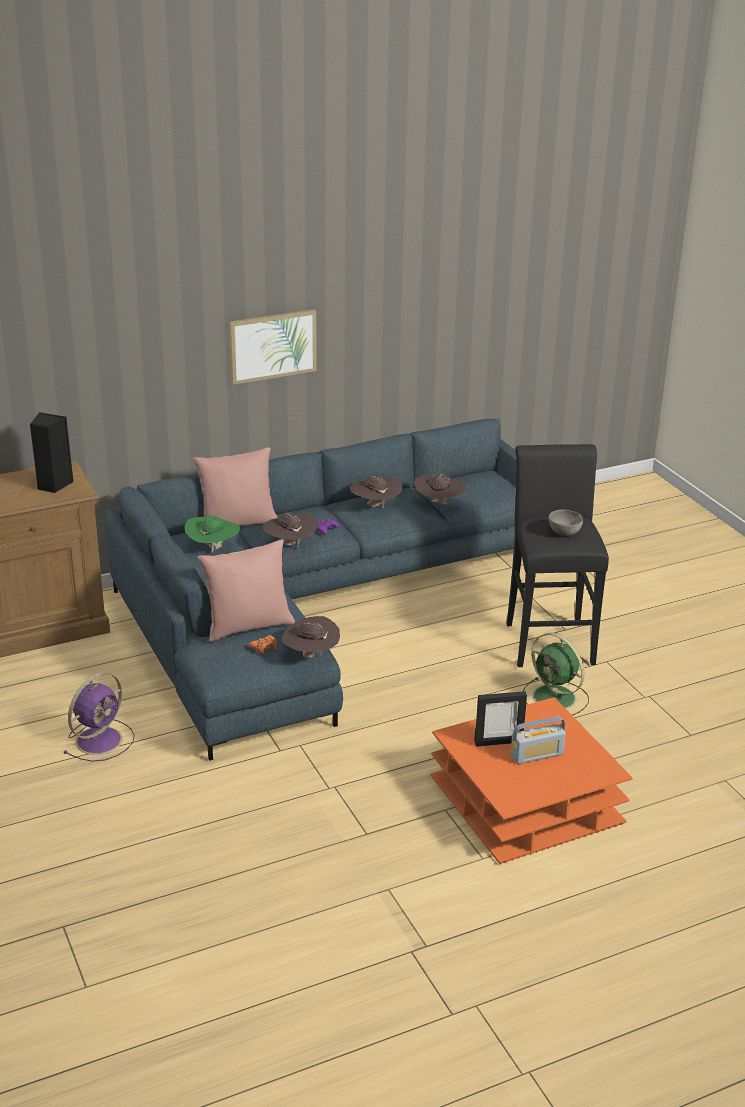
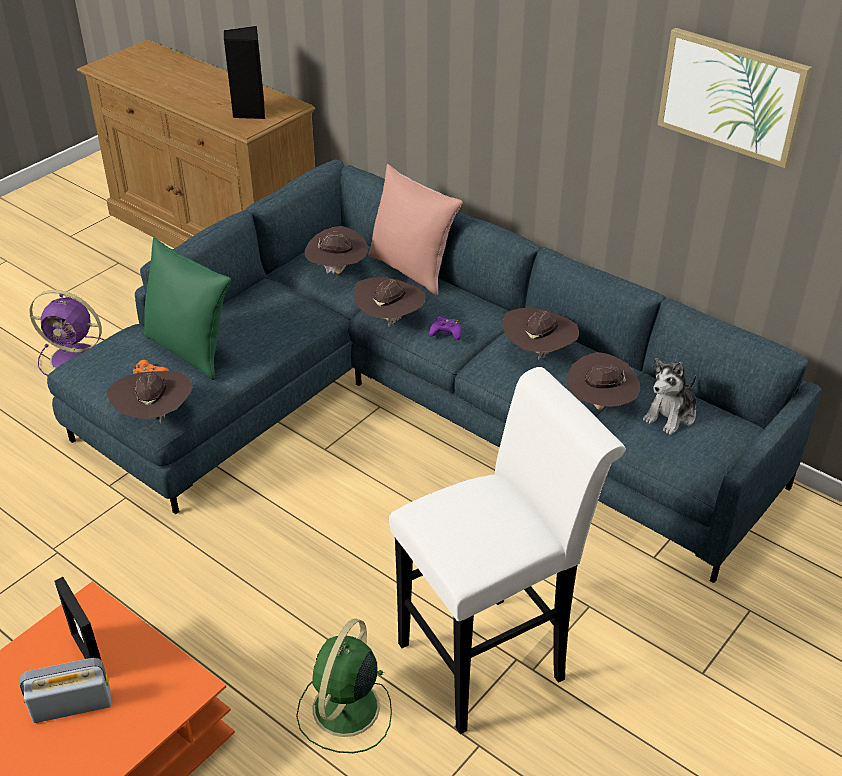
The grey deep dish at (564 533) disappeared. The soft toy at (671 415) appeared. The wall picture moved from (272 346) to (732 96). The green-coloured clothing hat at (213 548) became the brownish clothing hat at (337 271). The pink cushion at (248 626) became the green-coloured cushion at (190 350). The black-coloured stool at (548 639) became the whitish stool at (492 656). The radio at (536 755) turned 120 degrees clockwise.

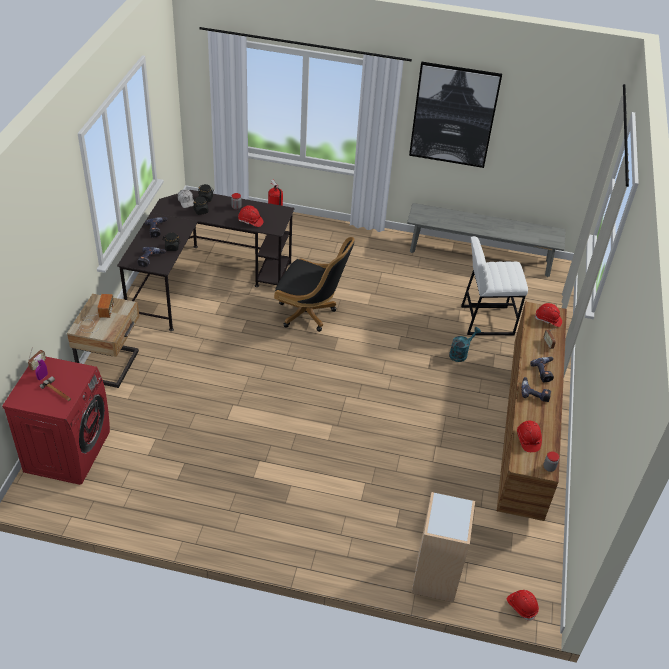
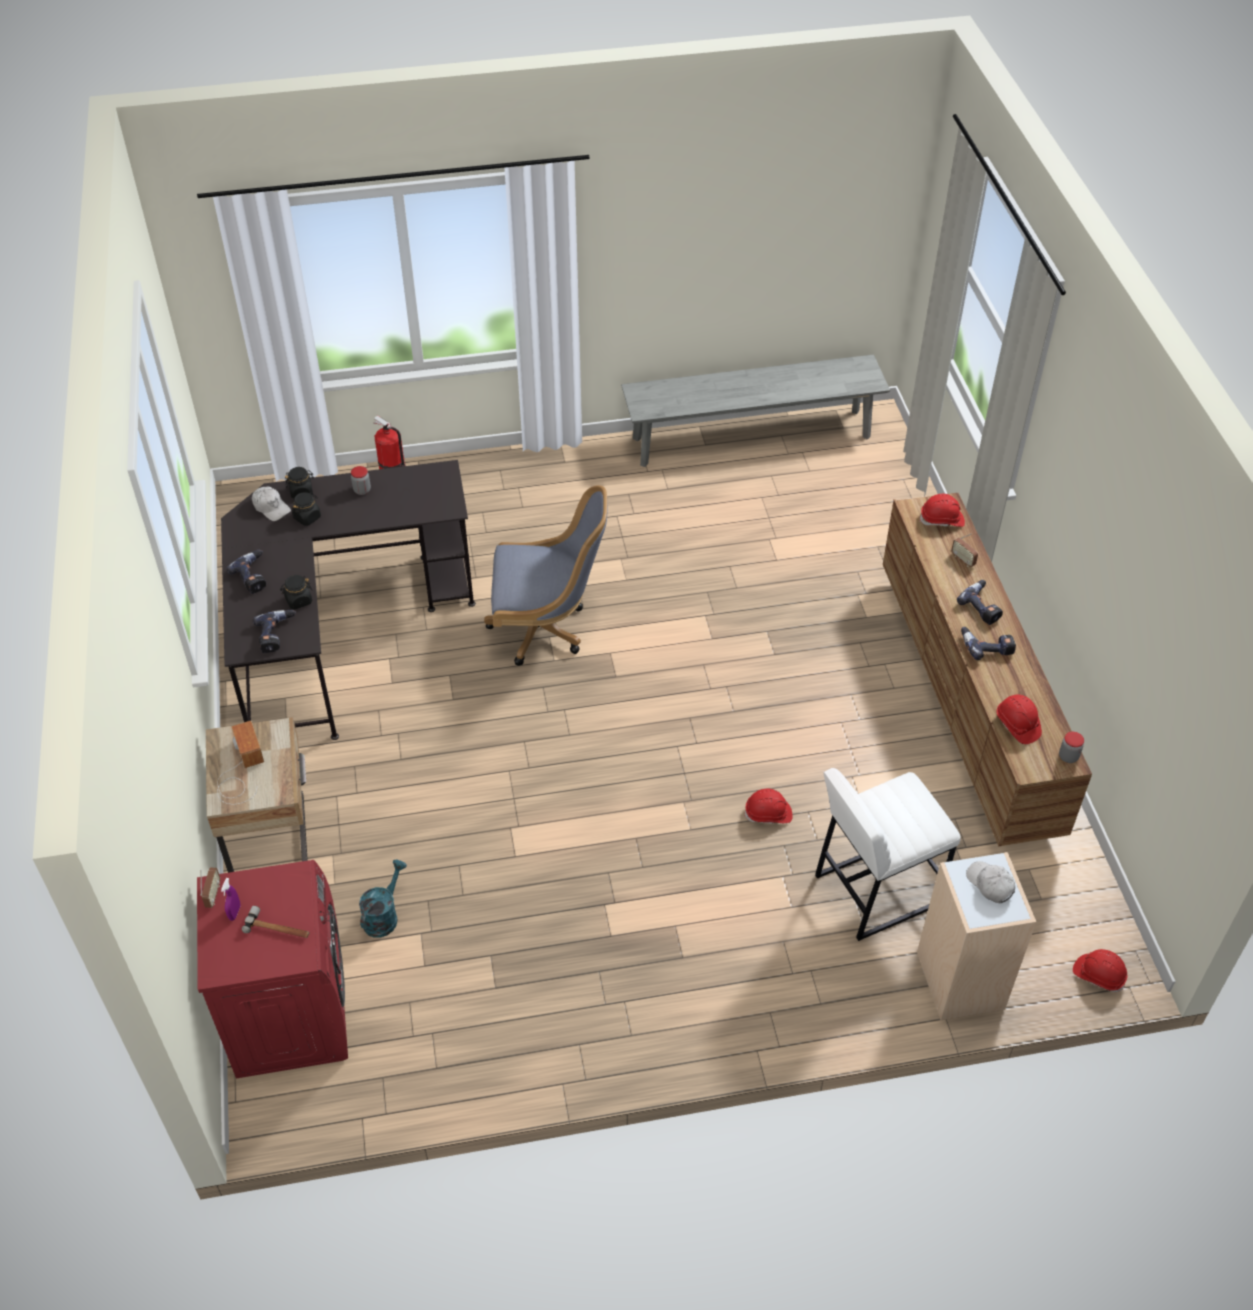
The wall picture at (453 115) disappeared. The whitish baseball cap at (990 884) appeared. The red work helmet moved from (250 221) to (768 814). The turquoise watering pot moved from (460 353) to (383 916). The whitish stool moved from (485 320) to (873 891). The black-coloured office chair at (311 315) became the blue office chair at (547 629).

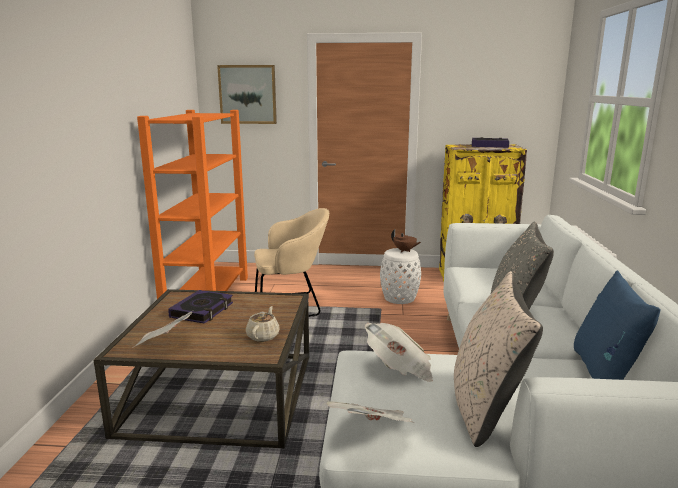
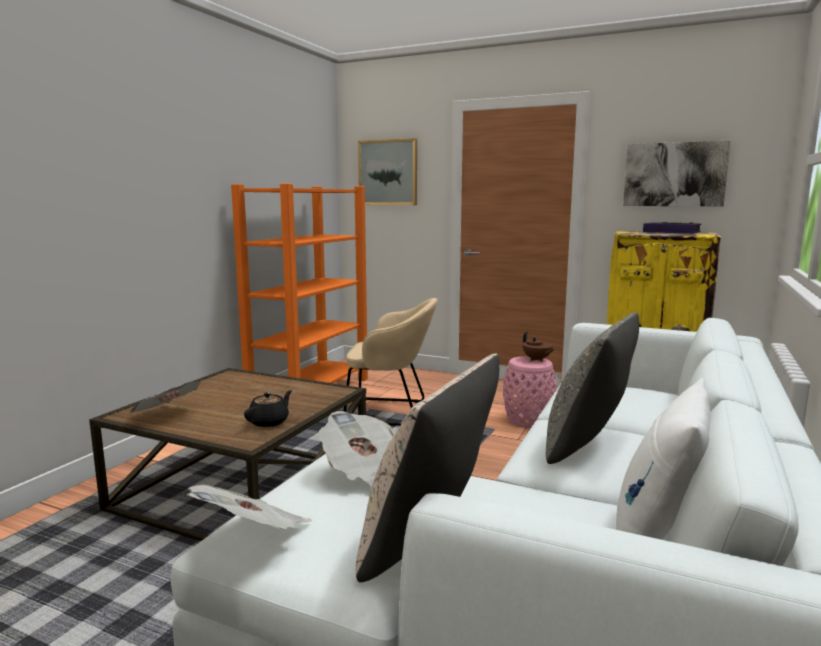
The volume at (202 310) disappeared. The wall picture at (674 174) appeared. The sand-coloured tea pot at (263 336) became the black-coloured tea pot at (269 422). The whitish stool at (399 298) became the pink stool at (527 420). The blue cushion at (604 375) became the whitish cushion at (657 535).

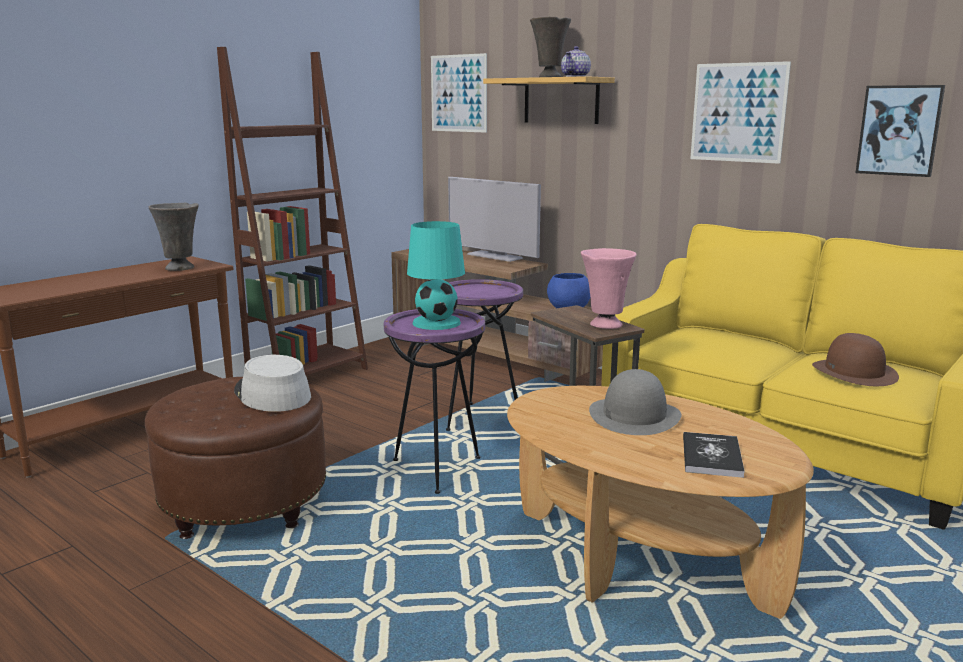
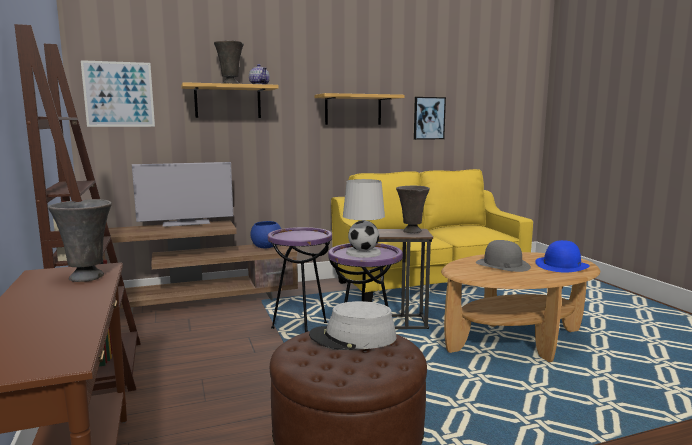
The brownish clothing hat at (854 372) disappeared. The volume at (711 456) was replaced by the blue clothing hat at (561 265). The wall picture at (738 112) was replaced by the bracket shelf at (353 110). The turquoise lamp for a table at (436 322) became the whitish lamp for a table at (363 252). The pink flower vase at (604 325) became the grey flower vase at (411 231).

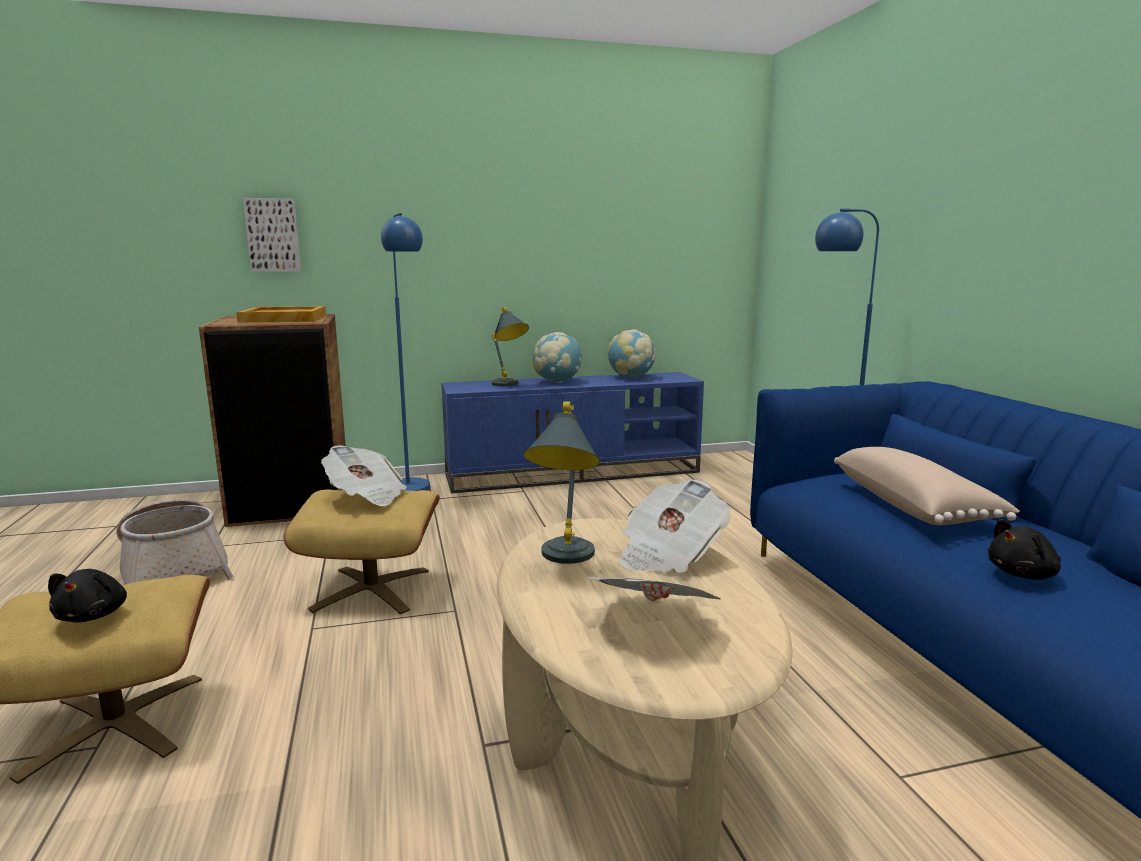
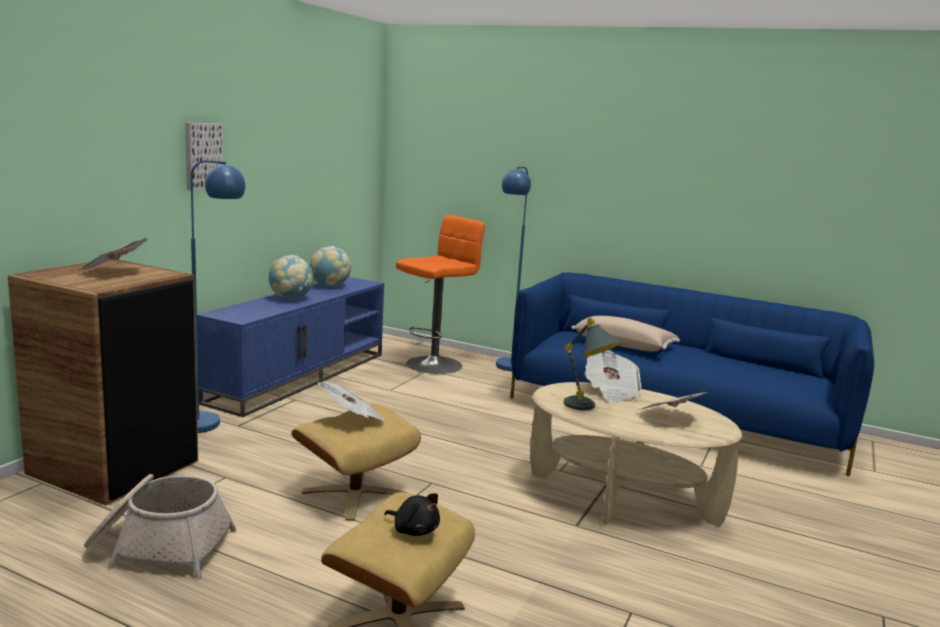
The grey lamp for a table at (509 385) disappeared. The black-coloured soft toy at (1023 574) disappeared. The orange stool at (435 365) appeared. The wall picture moved from (273 235) to (202 156). The sand-coloured serving tray at (283 318) was replaced by the daily paper at (114 272).

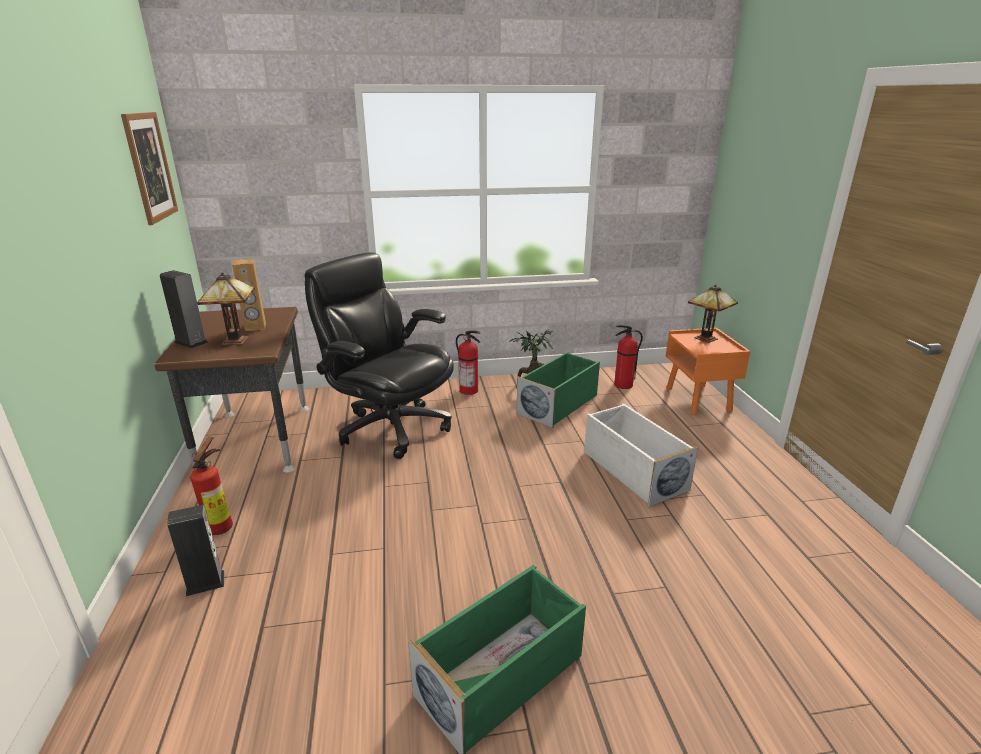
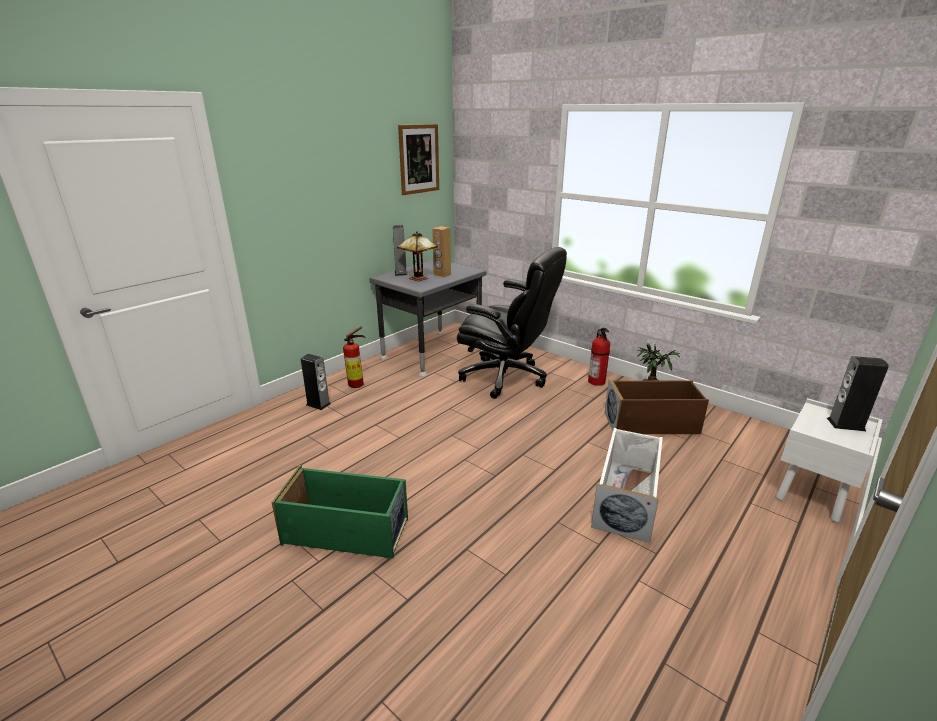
The extinguisher at (622 385) disappeared. The lamp for a table at (707 339) was replaced by the speaker at (846 424). The brownish desk unit at (255 439) became the grey desk unit at (432 351). The green-coloured storage container at (558 404) became the brownish storage container at (651 423). The orange night table at (698 400) became the whitish night table at (813 492). The black-coloured office chair at (391 427) turned 120 degrees clockwise.

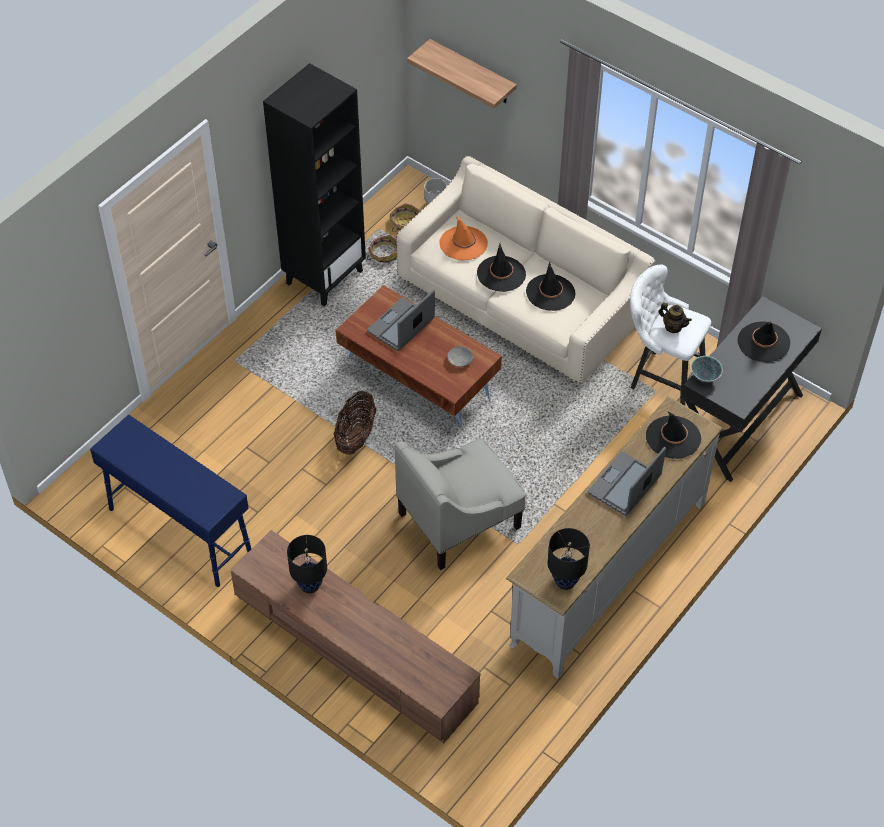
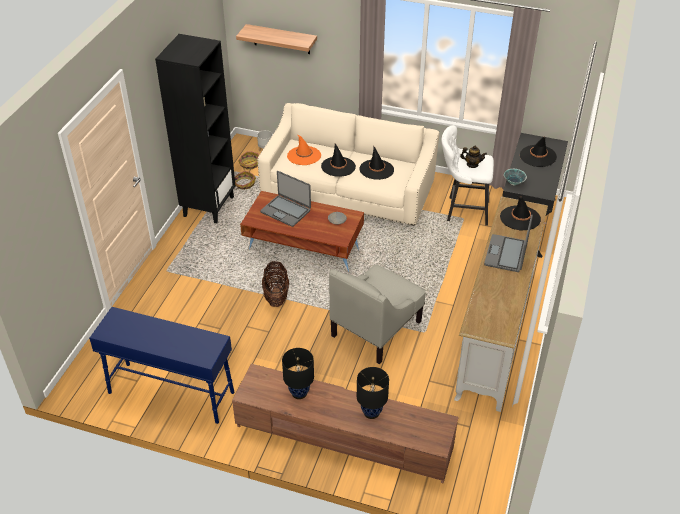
The black-coloured lamp for a table moved from (565 581) to (371 412). The portable computer at (401 326) turned 75 degrees counterclockwise.

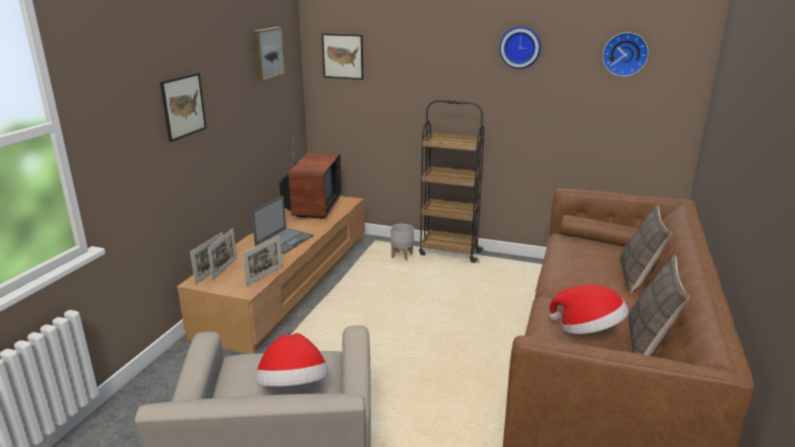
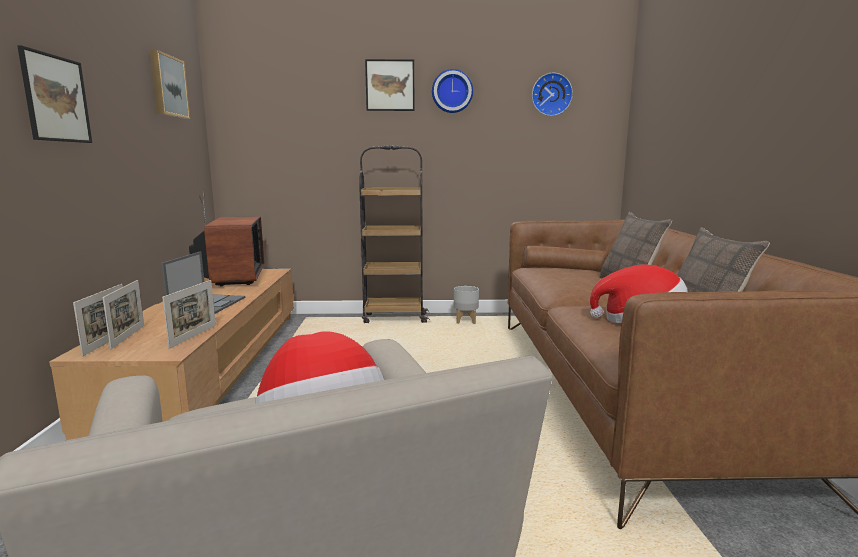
The wall picture moved from (343 56) to (390 85). The grey plant pot moved from (402 256) to (465 321).

